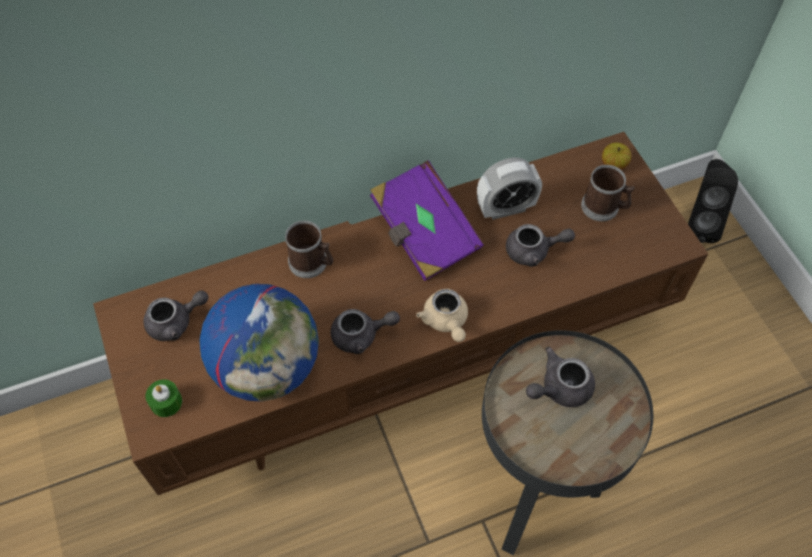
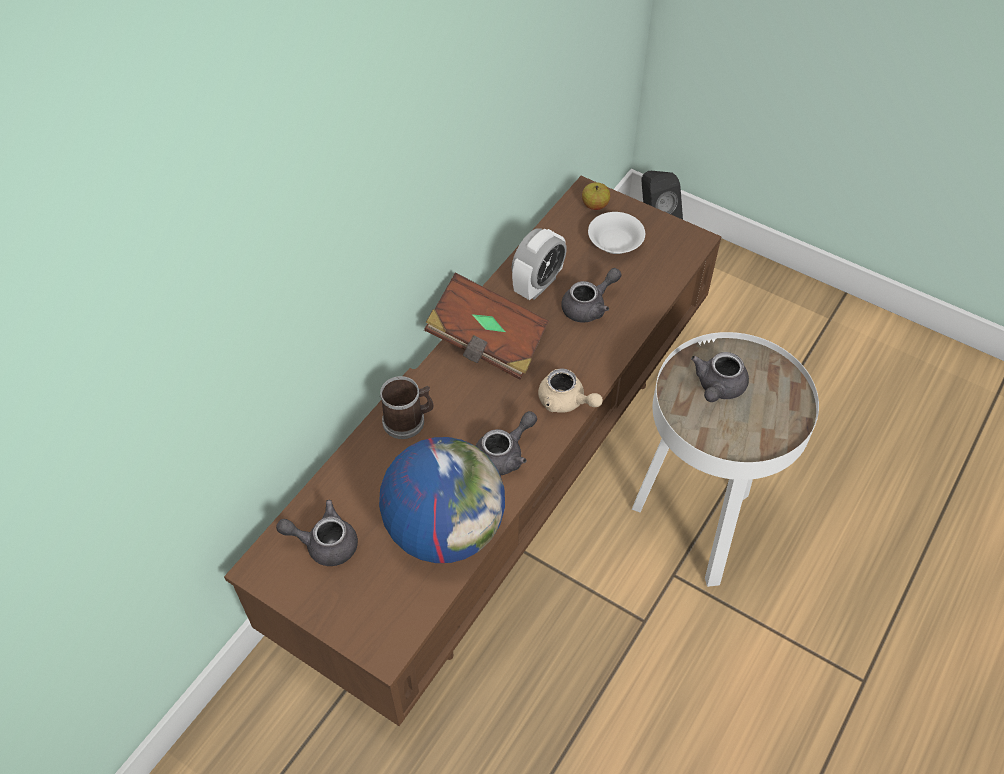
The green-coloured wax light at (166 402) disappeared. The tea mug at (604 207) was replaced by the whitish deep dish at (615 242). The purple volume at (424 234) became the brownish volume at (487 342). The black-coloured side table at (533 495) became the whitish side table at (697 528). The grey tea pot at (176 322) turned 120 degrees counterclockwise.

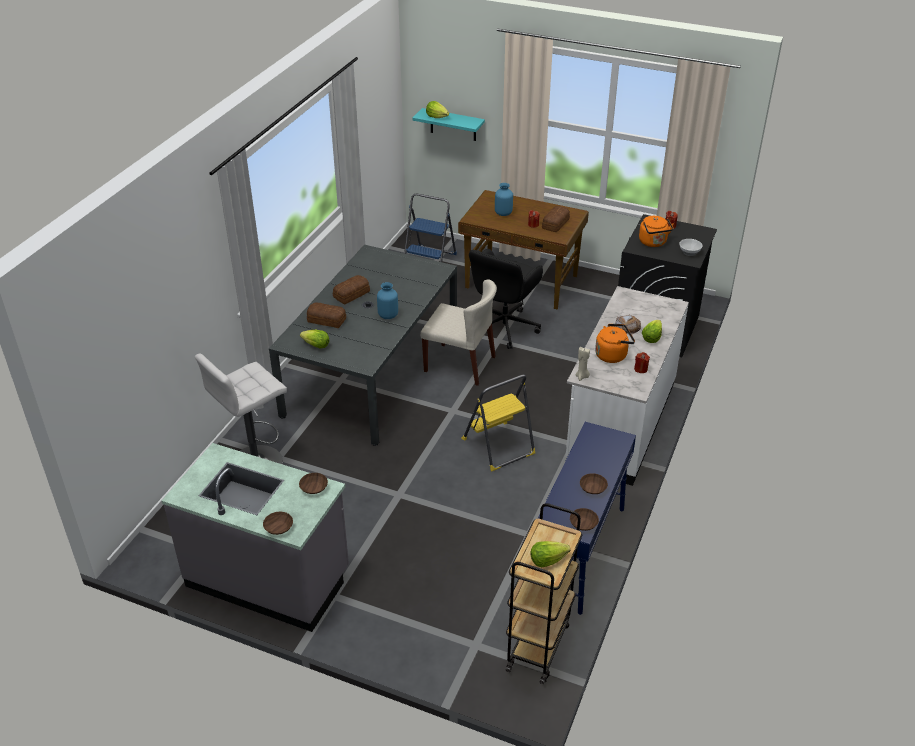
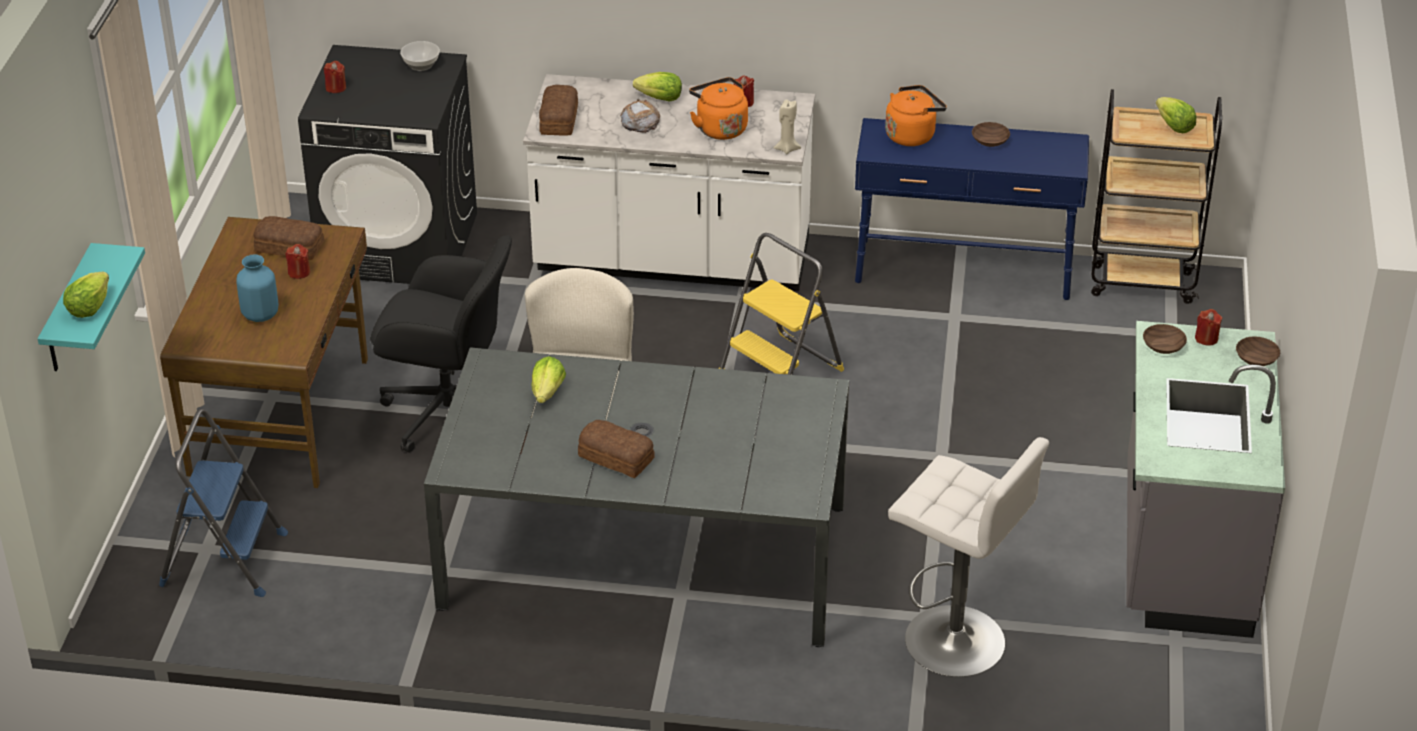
The blue flower vase at (388 315) disappeared. The brownish deep dish at (583 523) disappeared. The red wax light at (1206 338) appeared. The head of lettuce moved from (316 345) to (547 392). The bread moved from (326 320) to (557 120). The orange kettle moved from (653 243) to (912 135).

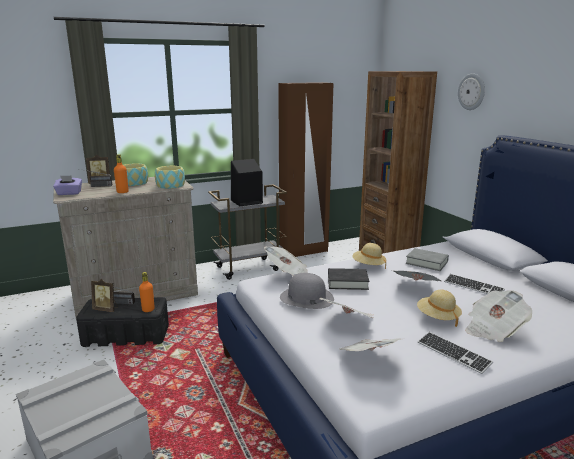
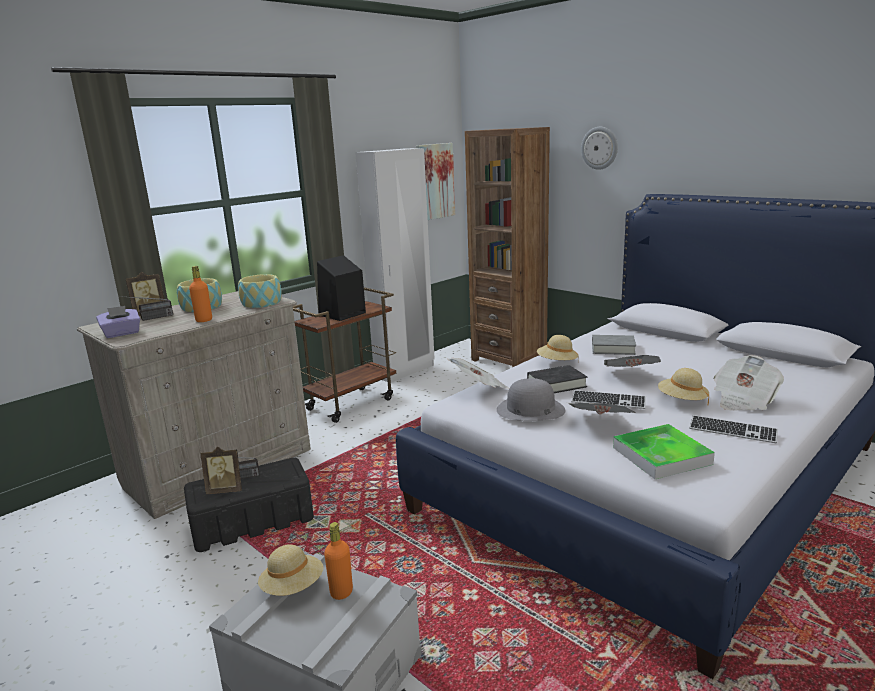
The sand-coloured clothing hat at (293 587) appeared. The wall picture at (434 181) appeared. The orange drink bottle moved from (148 309) to (341 592). The keyboard moved from (473 287) to (608 401). The daily paper at (369 359) was replaced by the serving tray at (661 456). The grey trolley at (250 268) became the brownish trolley at (352 403). The brownish armoire at (304 252) became the whitish armoire at (405 371).

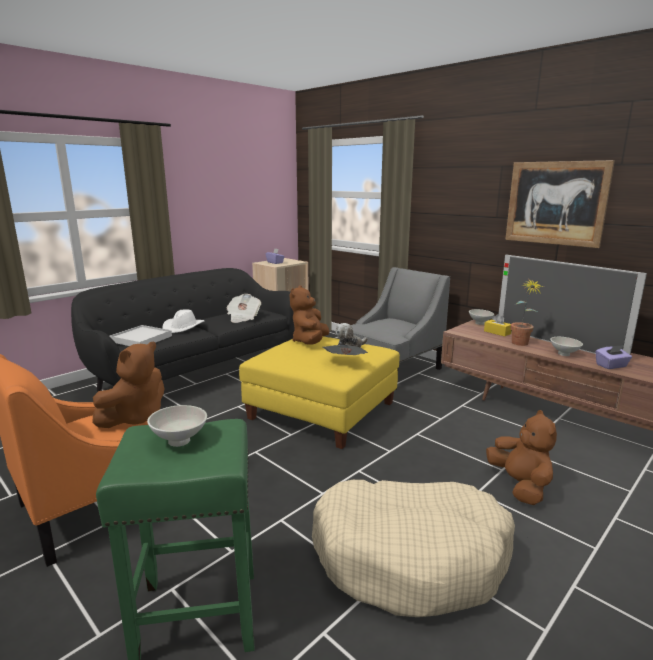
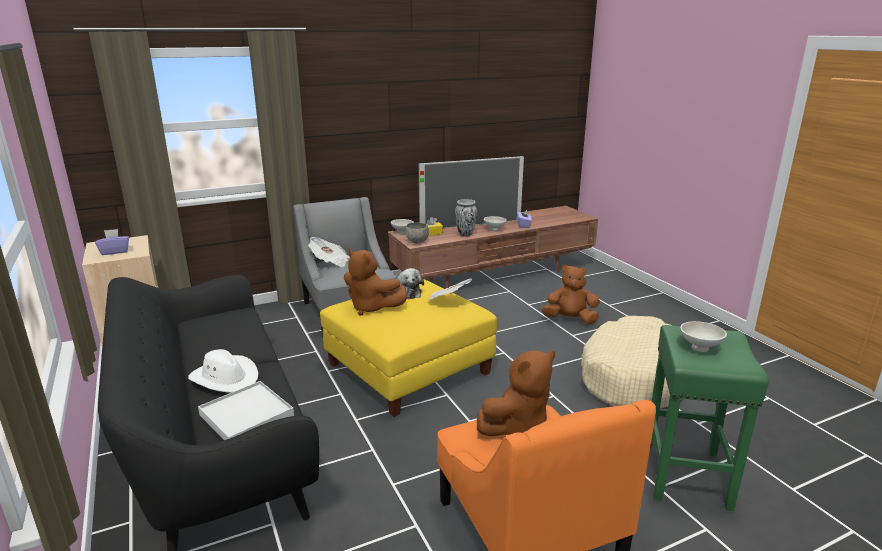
The wall picture at (555 203) disappeared. The grey deep dish at (417 242) appeared. The daily paper moved from (243 318) to (330 262). The houseplant at (521 344) was replaced by the flower vase at (465 234). The brownish soft toy at (136 418) turned 90 degrees clockwise.

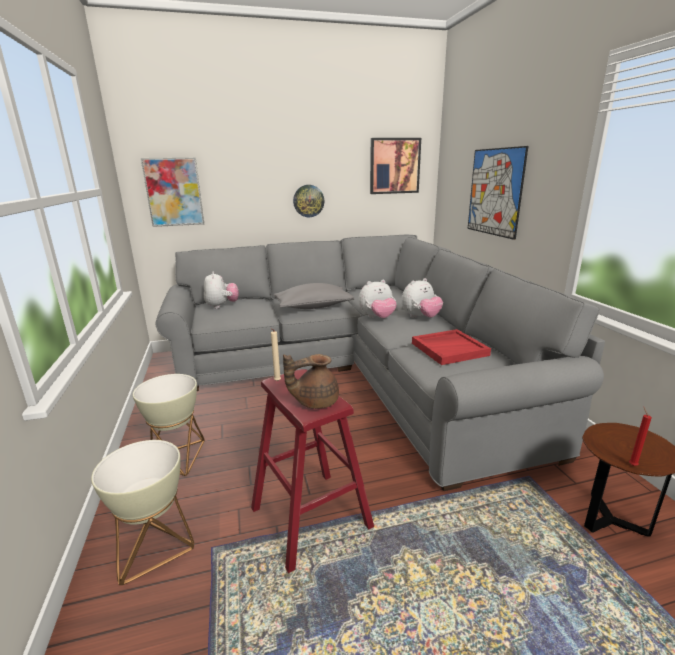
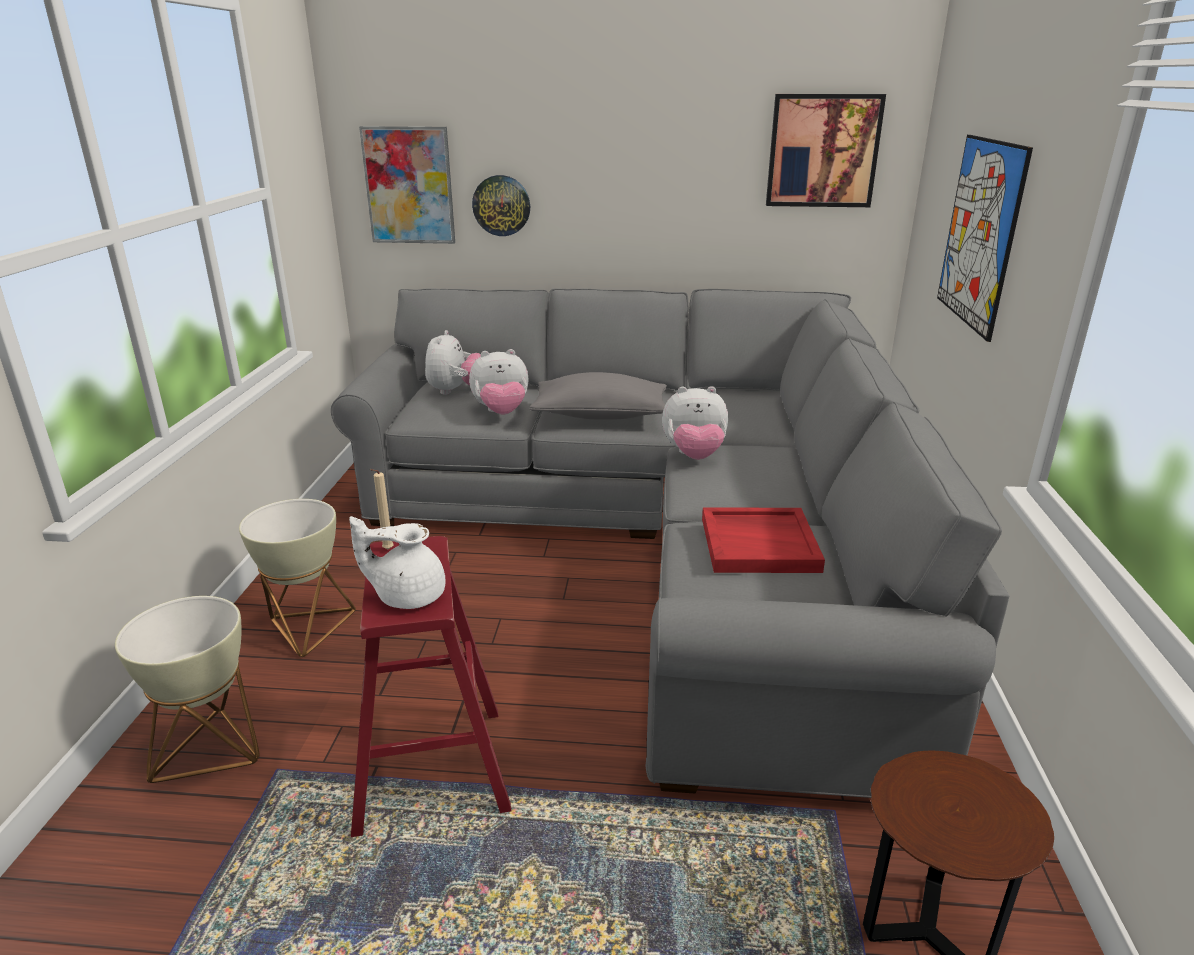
The red wax light at (632 464) disappeared. The clock on the wall moved from (308 201) to (501 205). The soft toy moved from (420 317) to (501 413). The brownish tea pot at (314 401) became the whitish tea pot at (408 595).

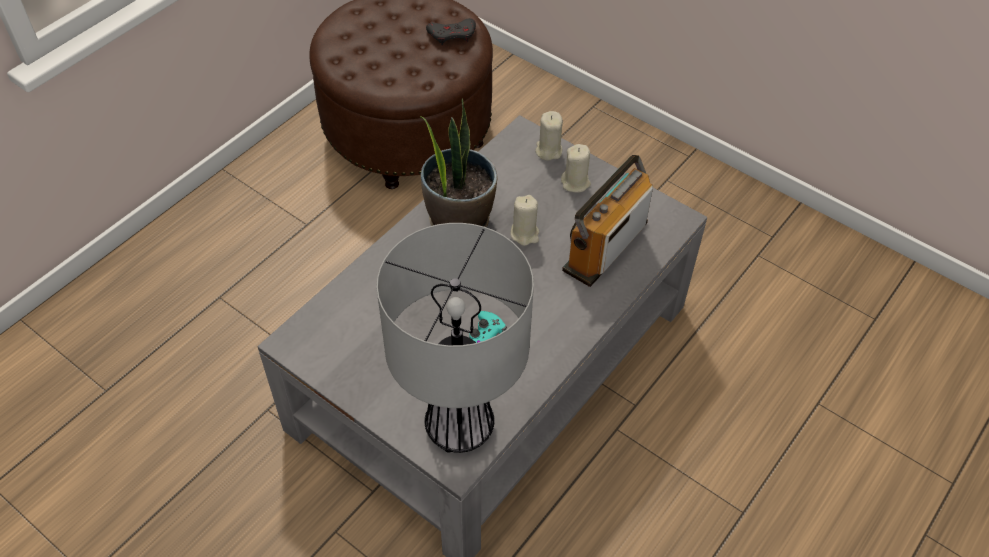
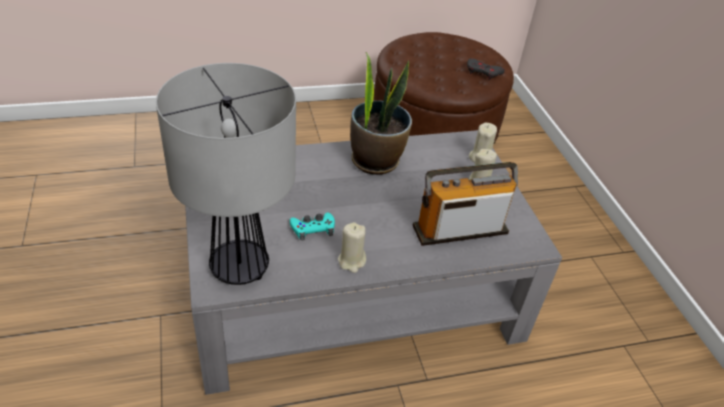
The sand-coloured wax light moved from (525 234) to (351 261).

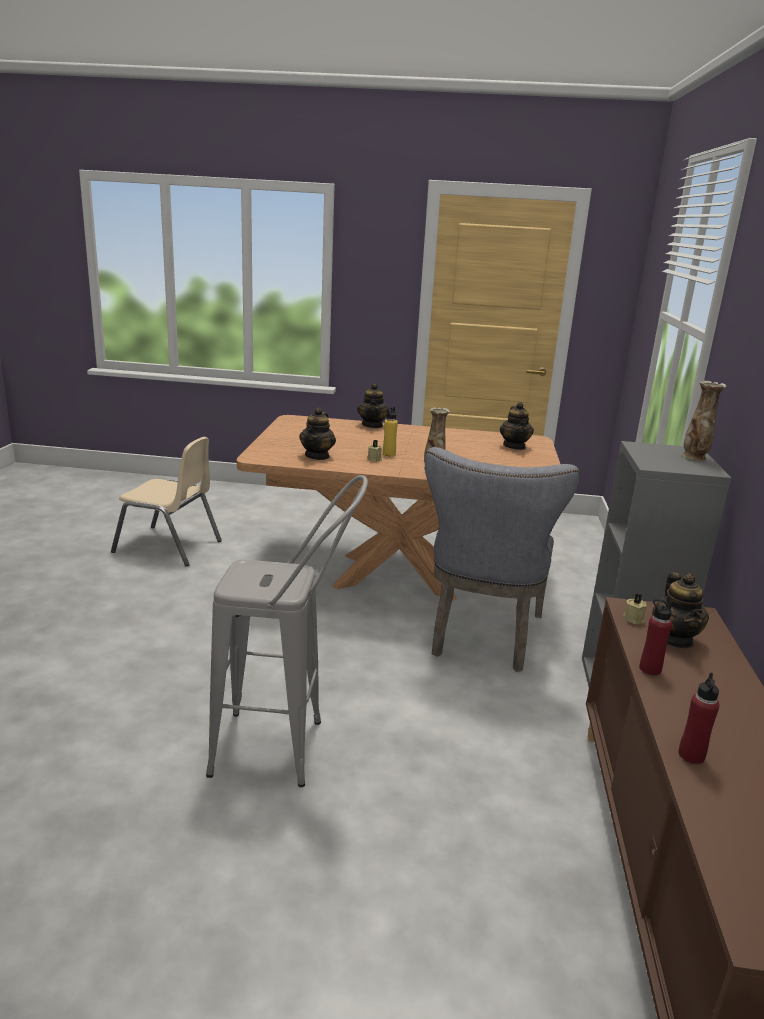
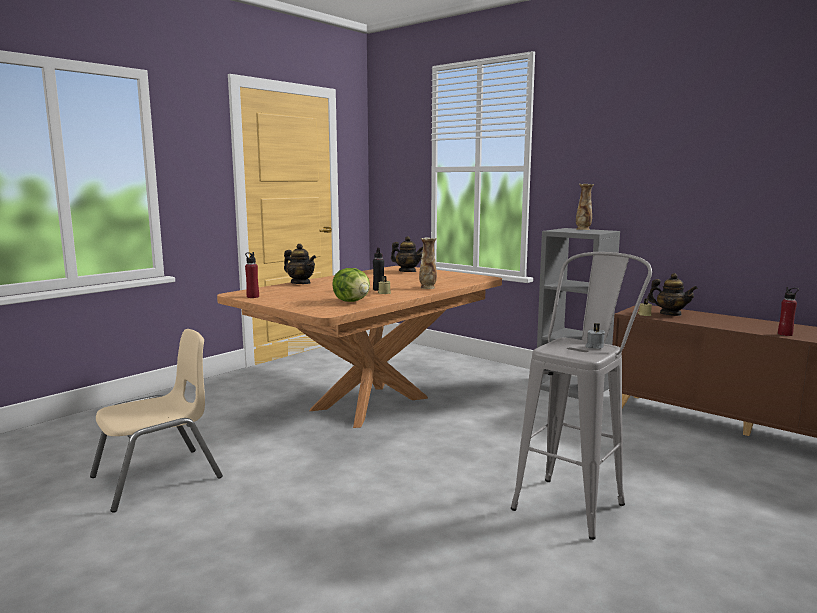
The grey chair at (483 638) disappeared. The grey wax light at (594 346) appeared. The red drink bottle moved from (650 669) to (252 297). The tea pot at (317 456) was replaced by the head of lettuce at (352 301). The yellow drink bottle at (389 454) became the black-coloured drink bottle at (378 289).

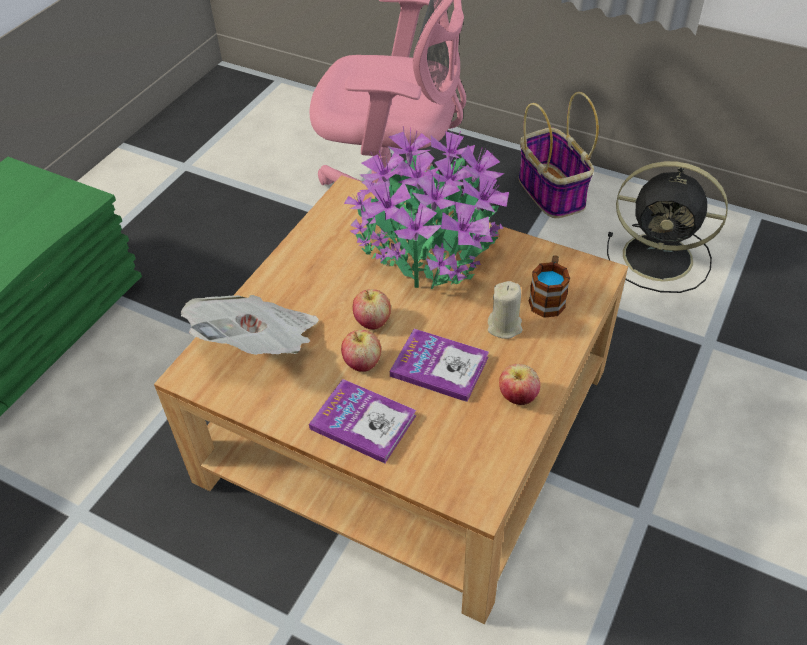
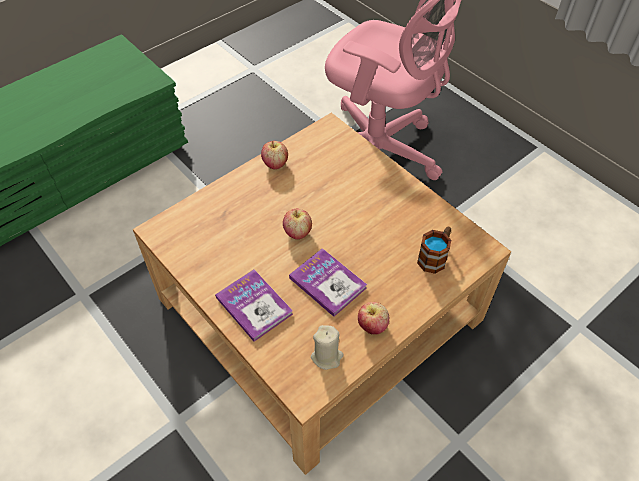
The daily paper at (260 345) disappeared. The houseplant at (428 249) disappeared. The storage basket at (550 191) disappeared. The black-coloured fan at (661 258) disappeared. The apple fruit moved from (362 363) to (275 164). The sand-coloured wax light moved from (504 327) to (327 356).

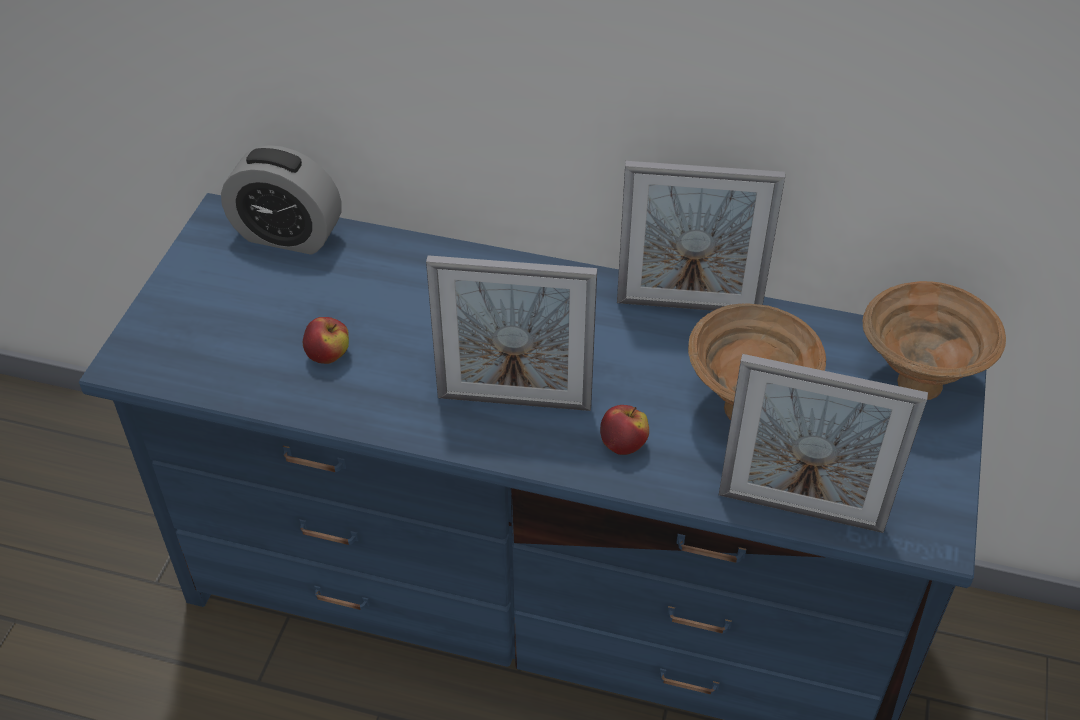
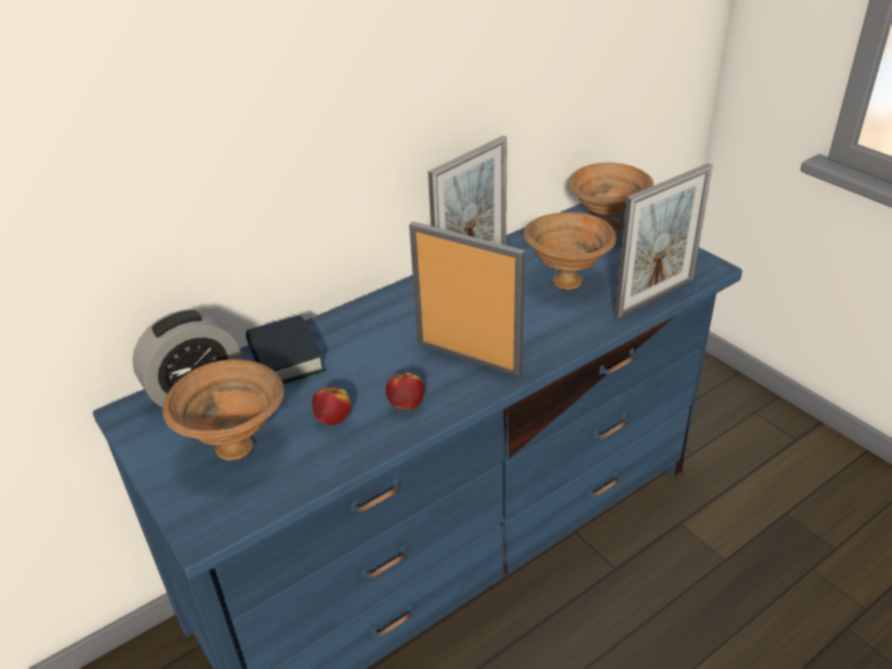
The brownish deep dish at (238 446) appeared. The volume at (285 359) appeared. The apple fruit moved from (623 444) to (406 404). The picture frame at (514 401) turned 105 degrees counterclockwise.

